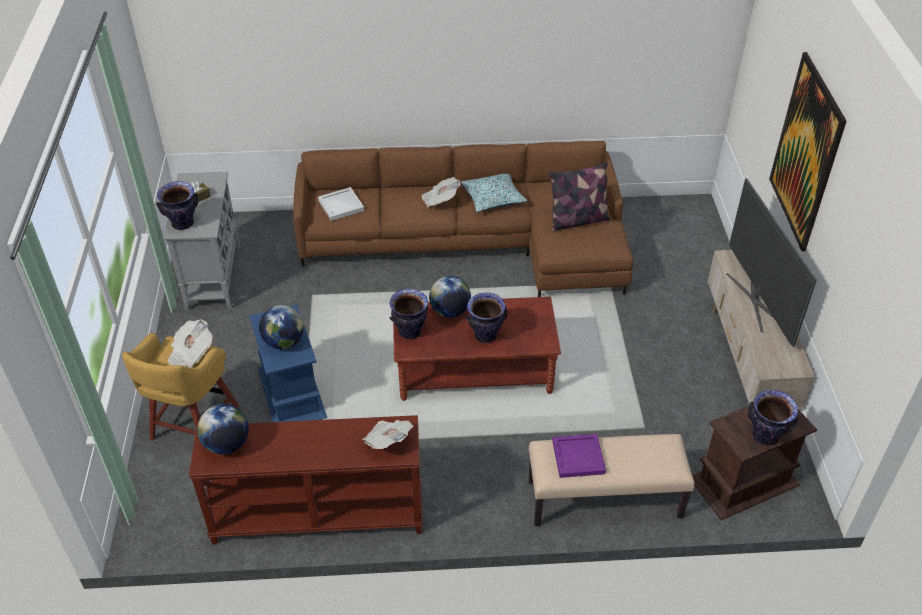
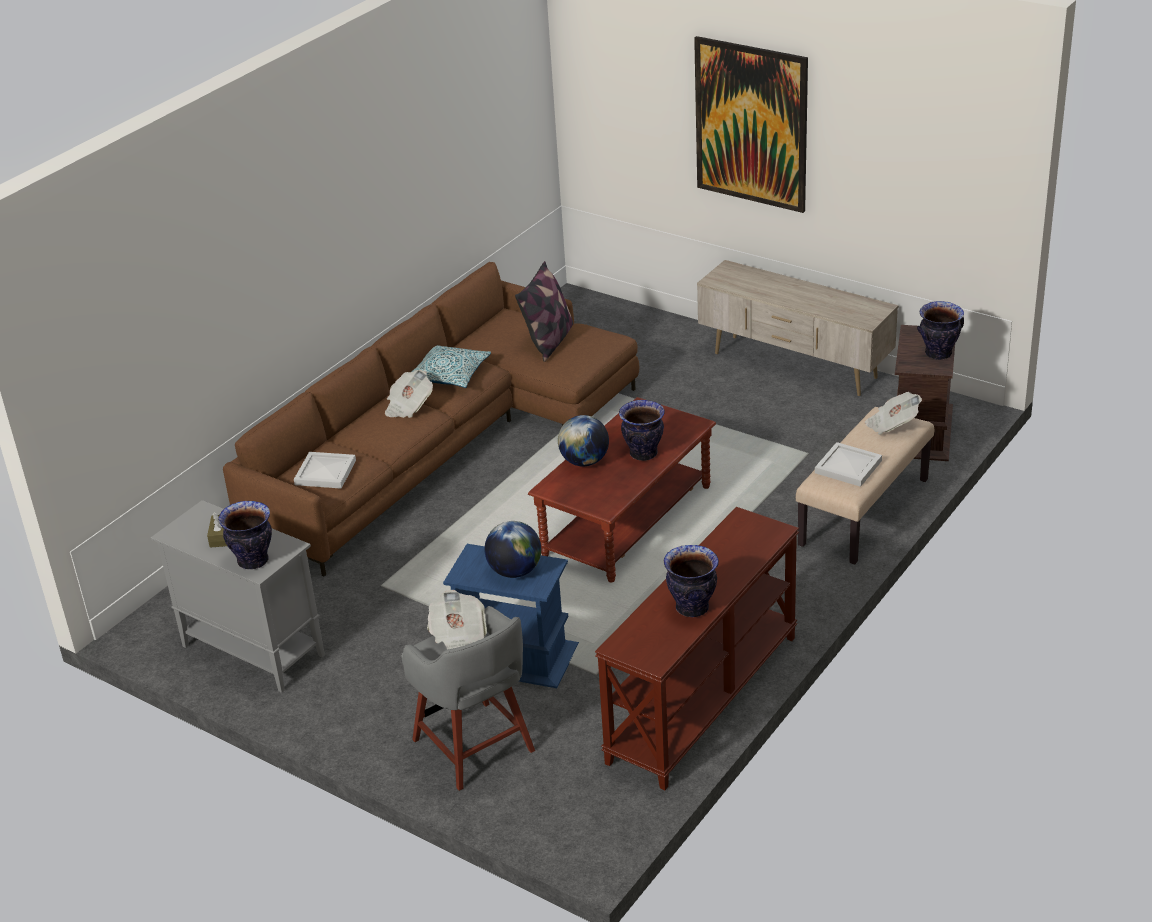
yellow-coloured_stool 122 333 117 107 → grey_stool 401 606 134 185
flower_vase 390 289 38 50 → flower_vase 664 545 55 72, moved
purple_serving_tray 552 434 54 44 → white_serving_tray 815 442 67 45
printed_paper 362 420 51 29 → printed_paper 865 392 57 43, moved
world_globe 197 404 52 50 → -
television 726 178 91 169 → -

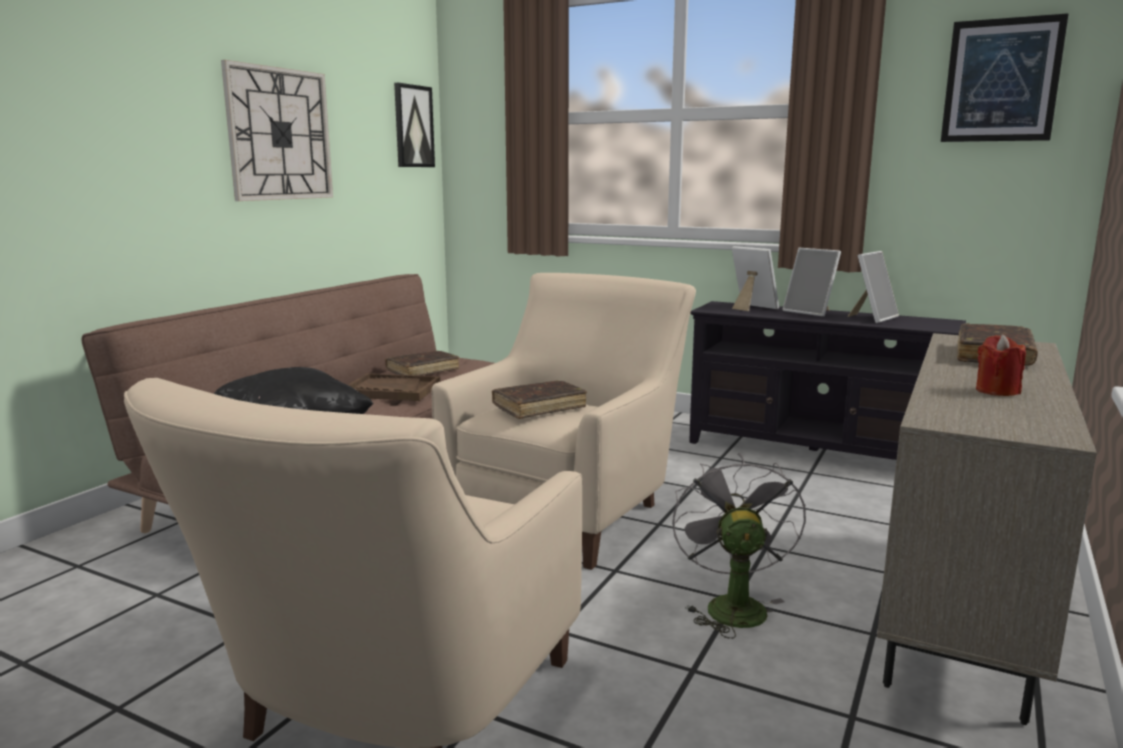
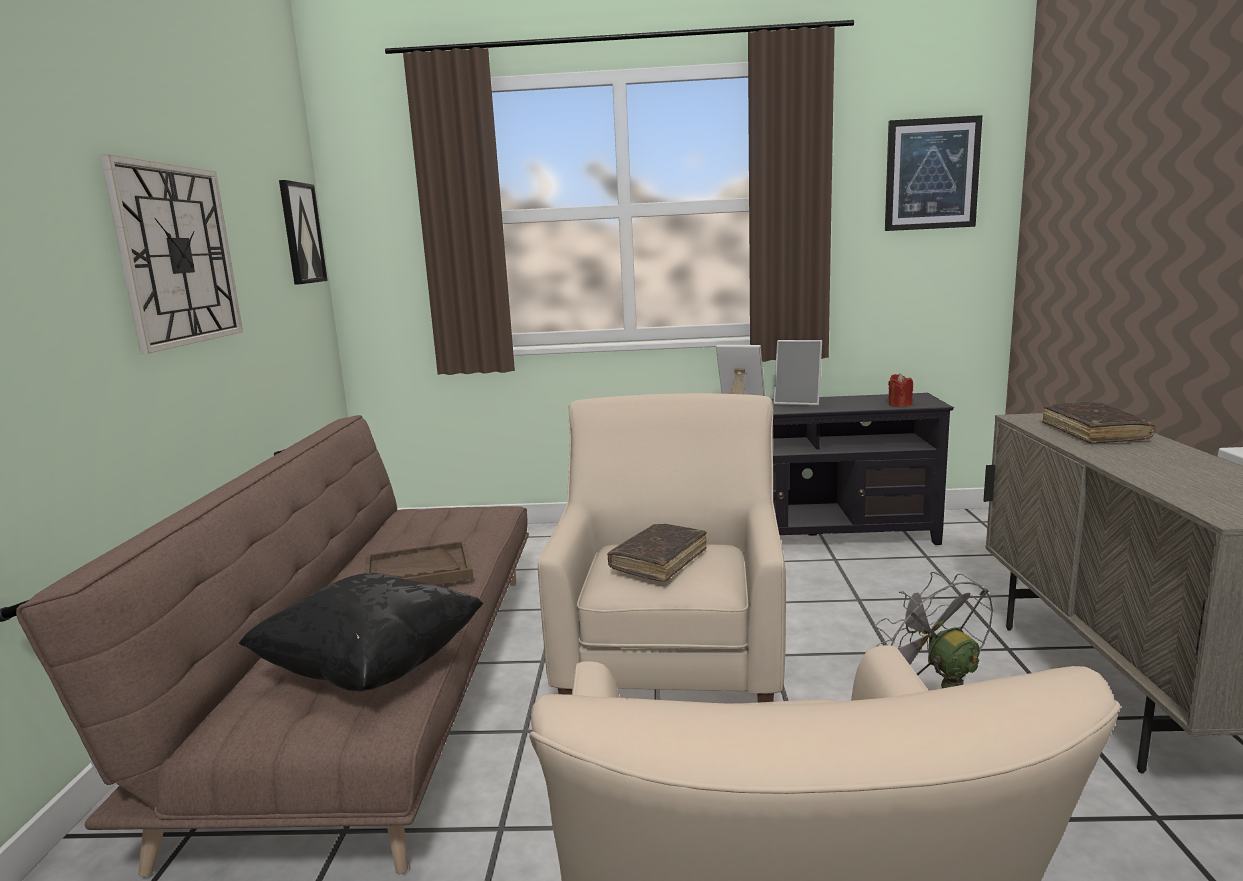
red-coloured_wax_light 976 334 50 62 → red-coloured_wax_light 888 373 25 34, moved
brown_book 385 351 74 25 → -
photo_frame 848 251 51 72 → -

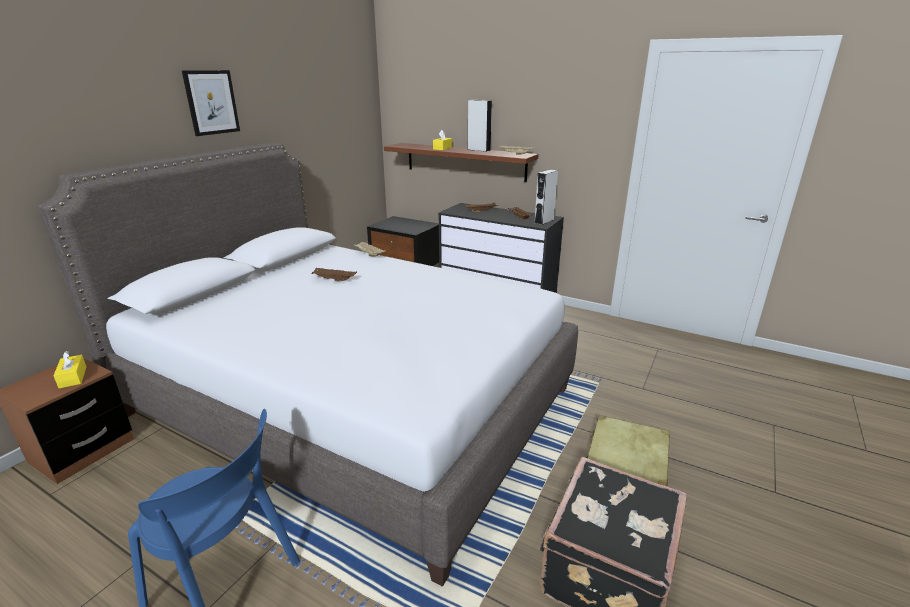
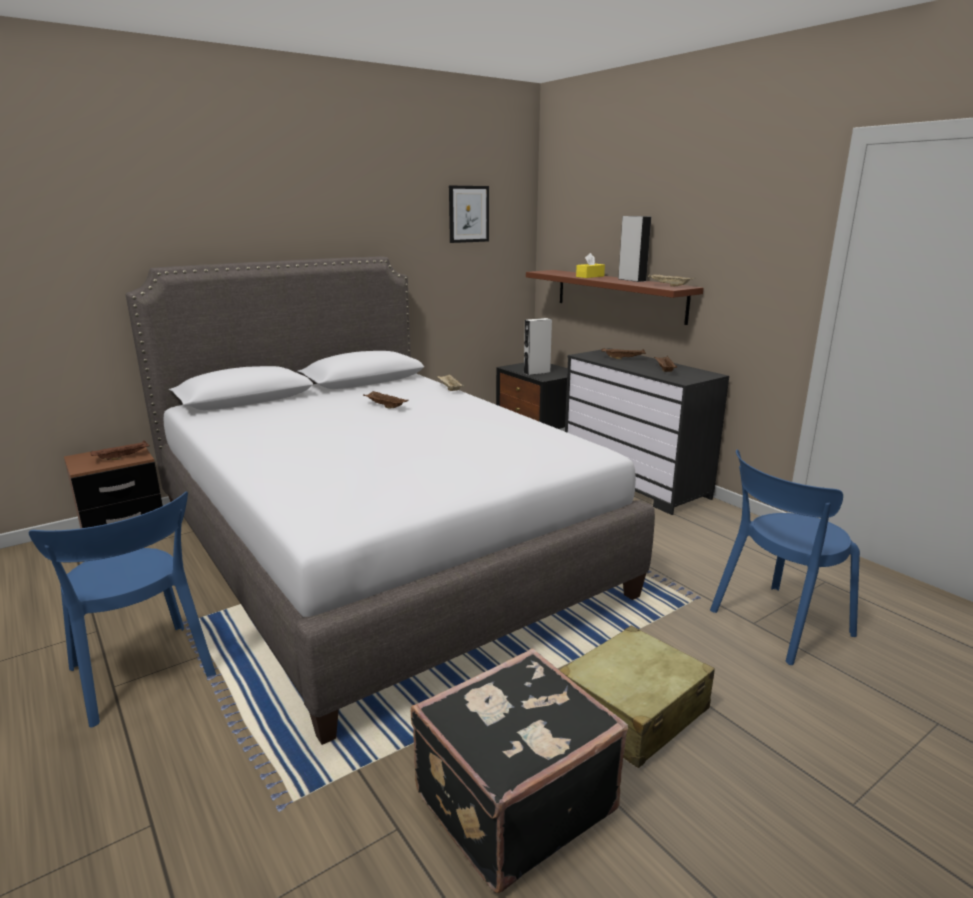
yellow-coloured_tissue_box 54 351 32 38 → brown_serving_tray 90 440 60 20
wall_art 182 70 58 66 → wall_art 449 186 40 57, moved
grey_audio_speaker 534 170 24 55 → grey_audio_speaker 524 318 28 57, moved
- → blue_plain_chair 710 449 150 216

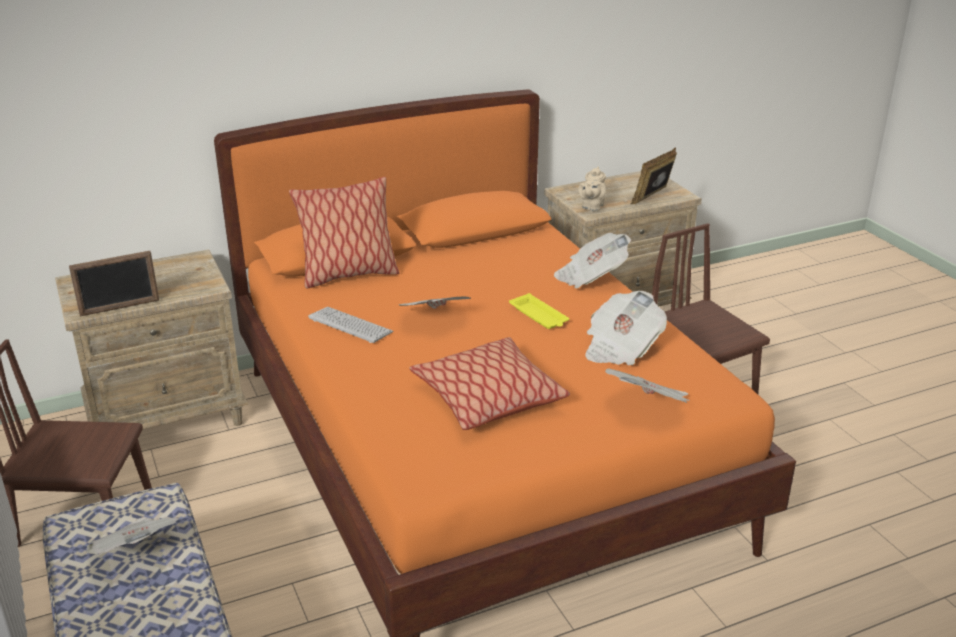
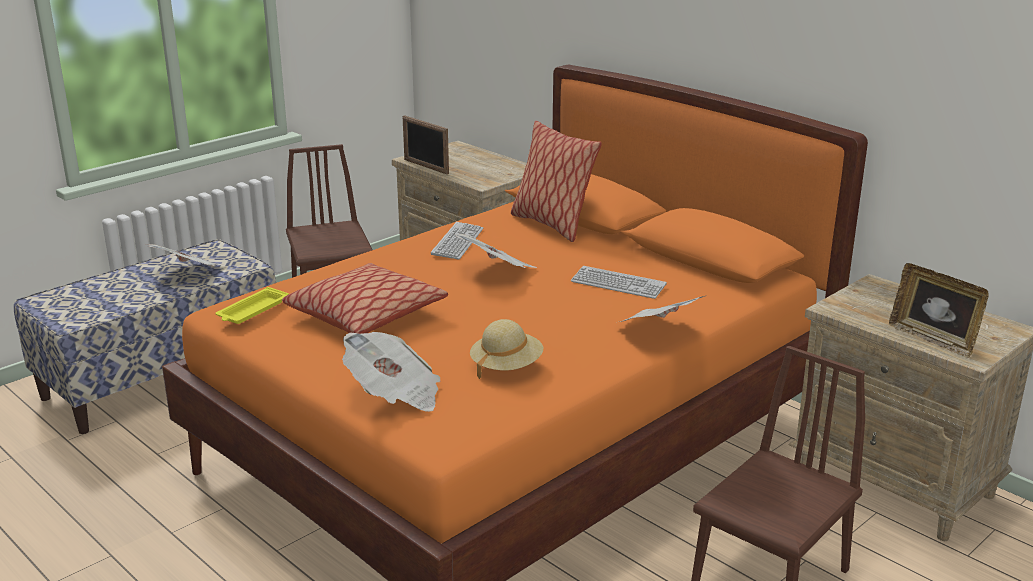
yellow-coloured_serving_tray 509 293 60 36 → yellow-coloured_serving_tray 215 287 74 37, moved
printed_paper 585 291 82 75 → beige_wearable_hat 470 319 73 60
- → PC_keyboard 571 266 96 33
photo_frame 630 148 47 56 → photo_frame 889 263 100 95, 150 degrees counterclockwise
beige_teapot 578 166 28 46 → -

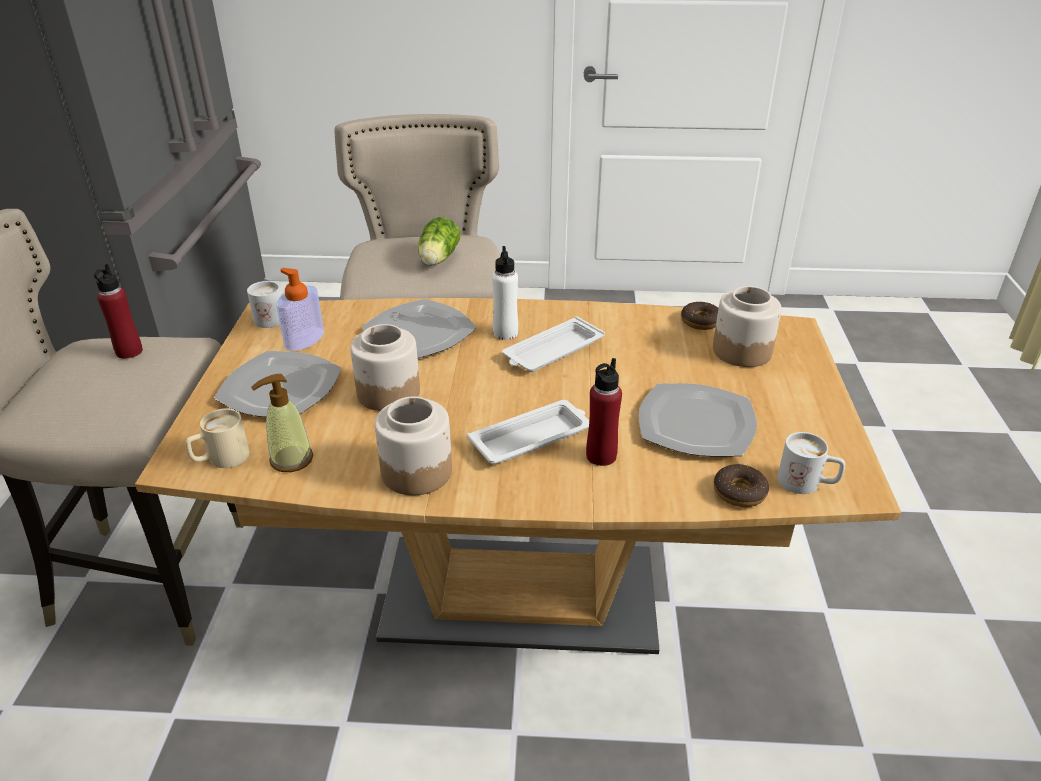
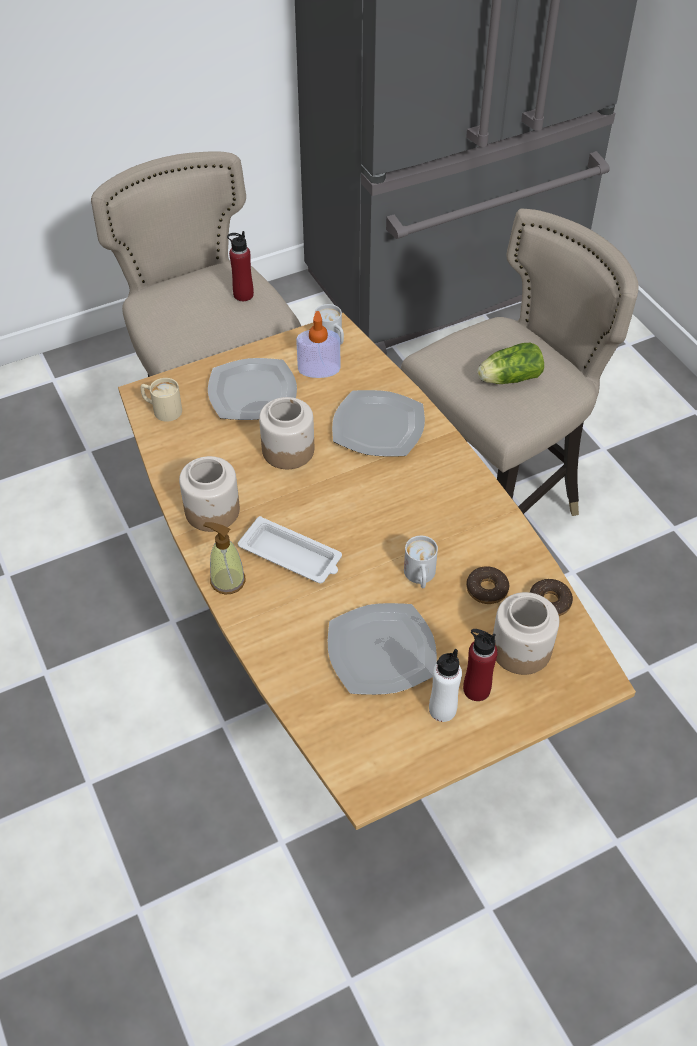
soap_bottle 251 374 62 98 → soap_bottle 203 522 43 73, moved
white_mug 777 432 68 62 → white_mug 404 536 34 52, moved
white_beverage_bottle 492 246 26 94 → white_beverage_bottle 429 649 33 73, moved
red-coloured_beverage_bottle 586 358 36 108 → red-coloured_beverage_bottle 463 629 35 72, moved
ring_doughnut 714 464 55 43 → ring_doughnut 466 566 43 38, moved
white_serving_tray 502 316 103 56 → -

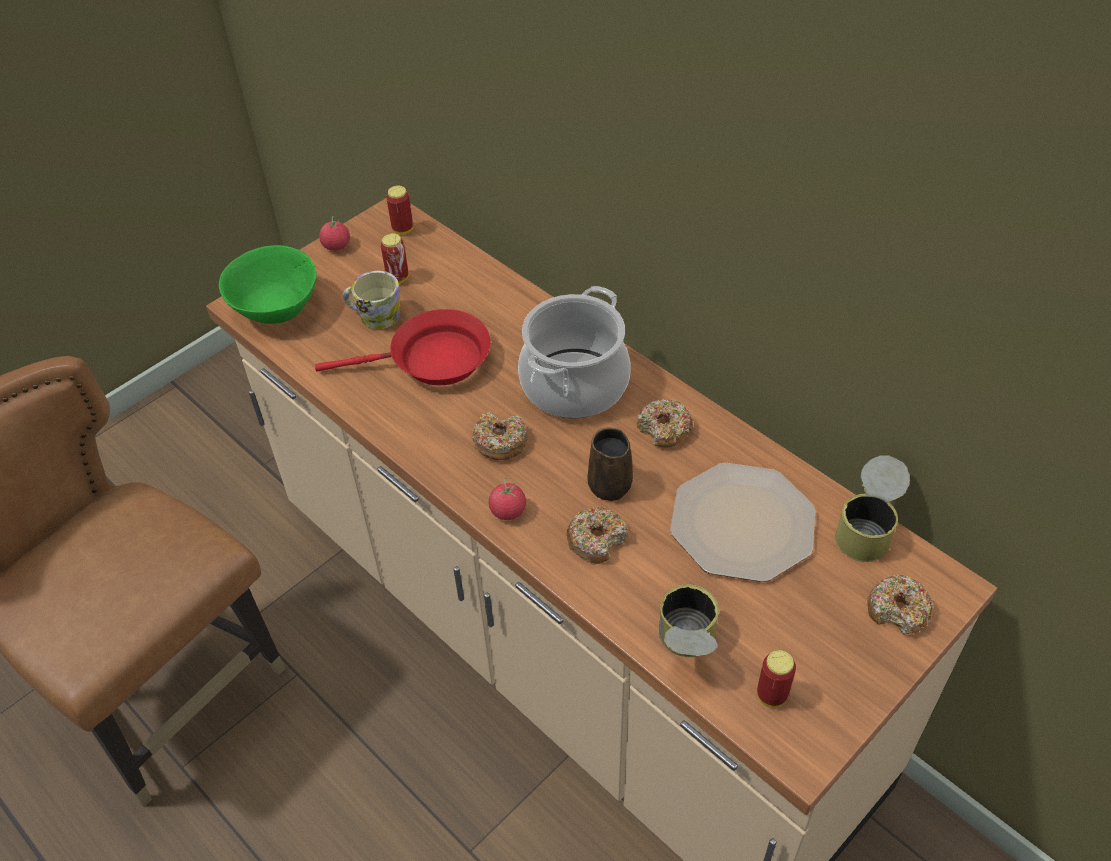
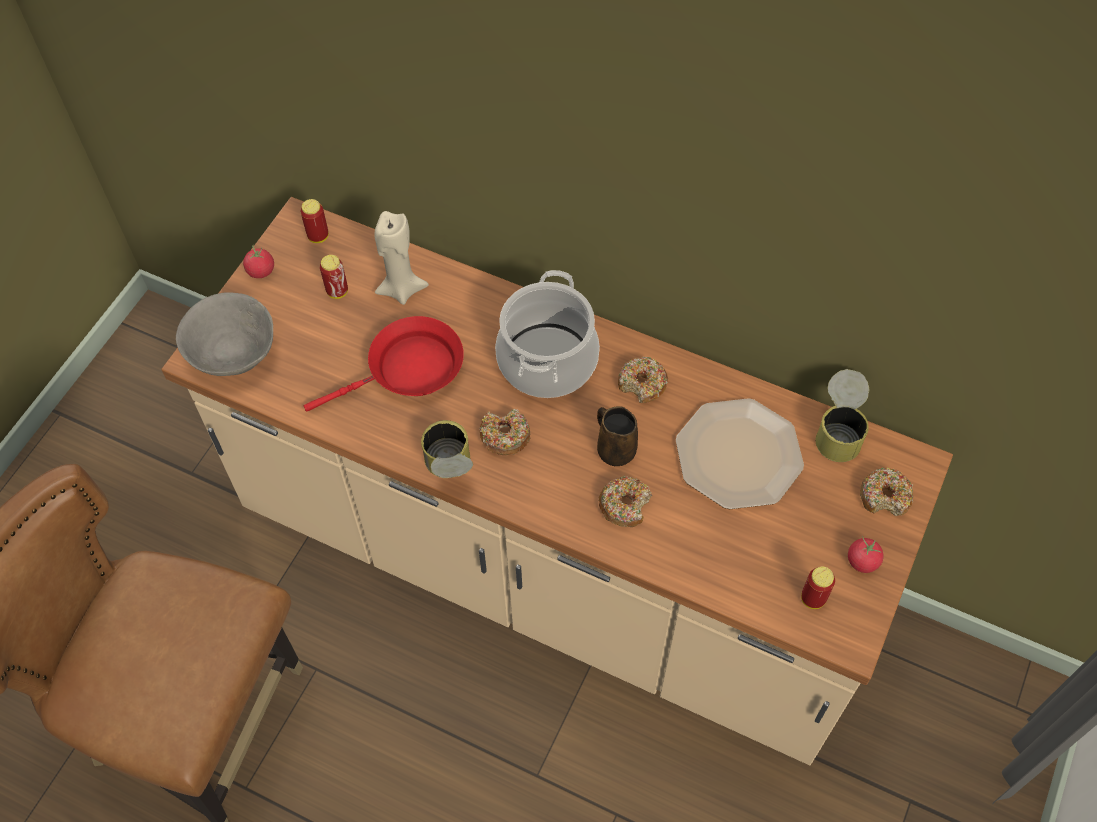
green-coloured_bowl 219 245 97 79 → grey_bowl 176 292 97 84
- → beige_wax_light 375 211 54 94
metal_can 658 584 61 73 → metal_can 421 420 52 58, moved
fresh_tomato 489 478 37 42 → fresh_tomato 848 536 36 37, moved
mug 343 271 57 58 → -

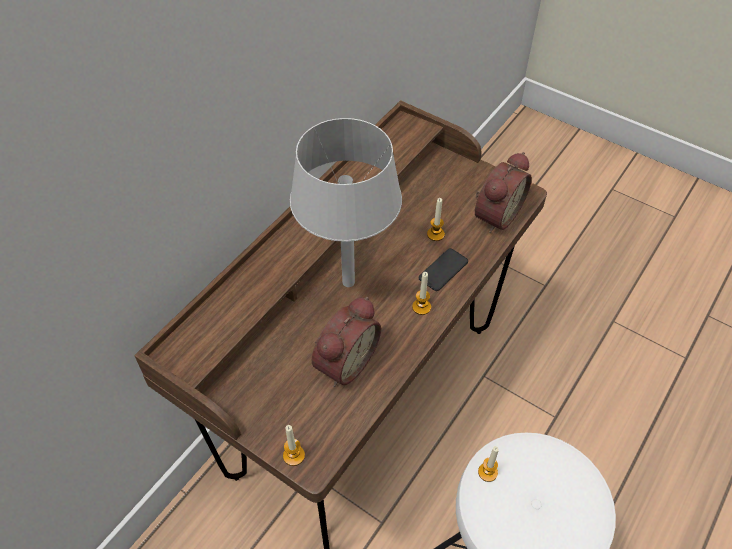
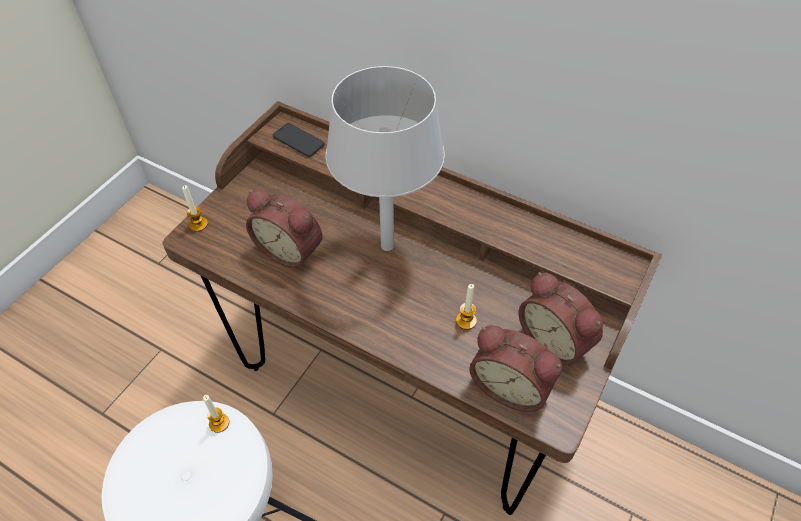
handset 419 248 49 43 → handset 273 123 52 34, moved
- → bedside_clock 519 272 84 95
wax_light 412 272 19 43 → -

